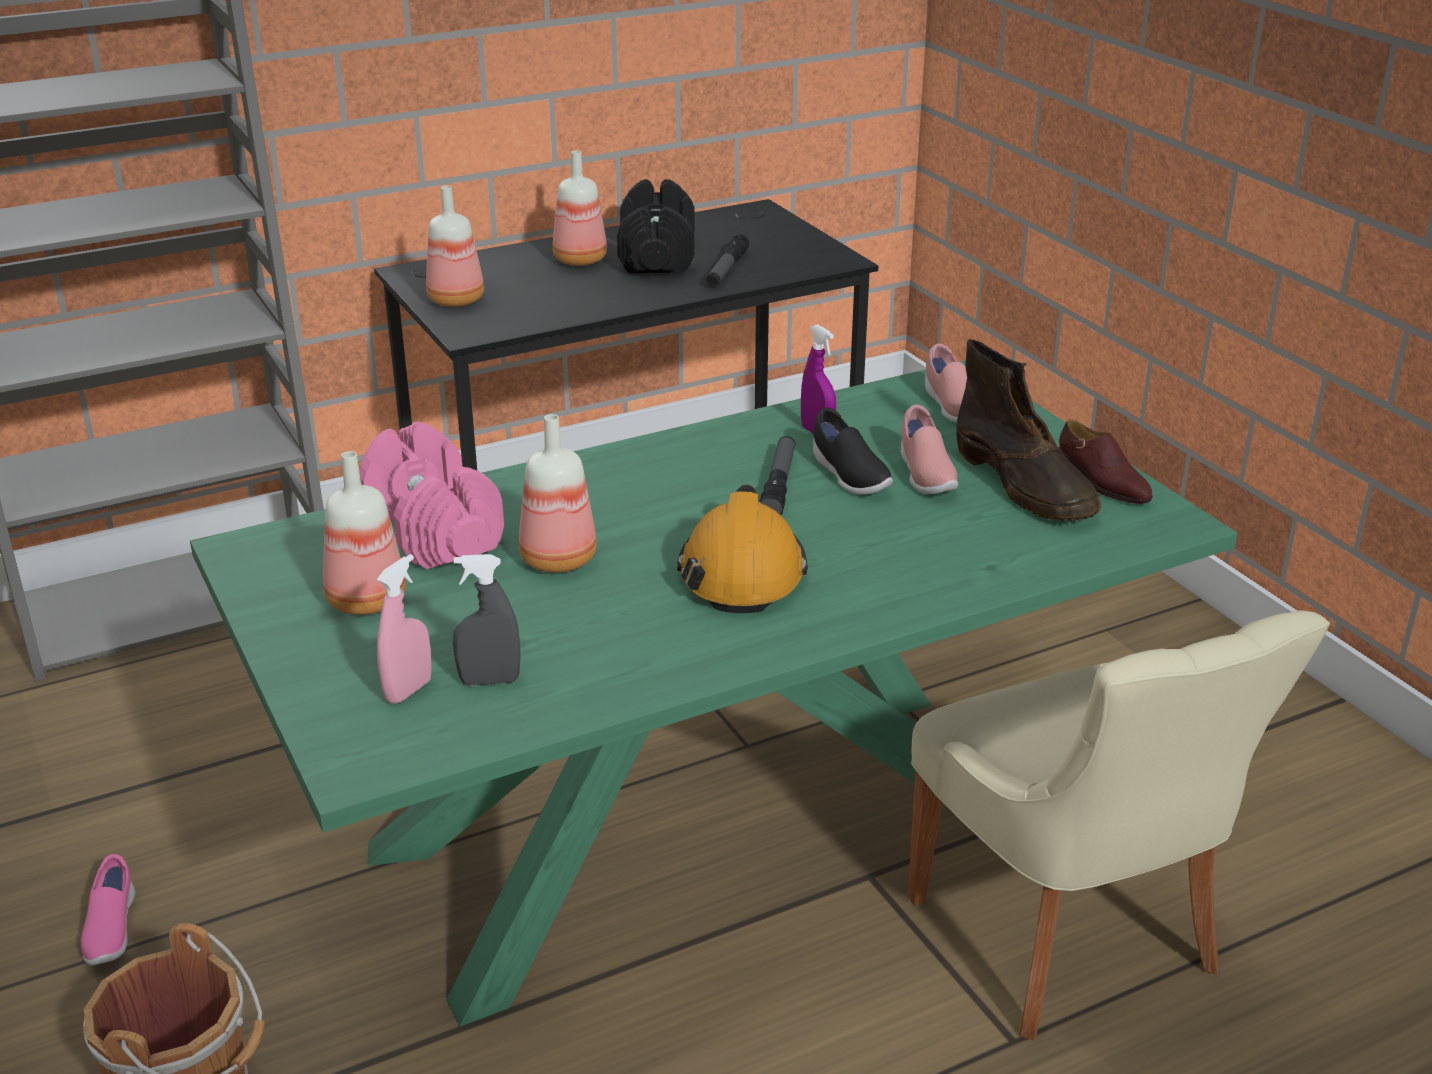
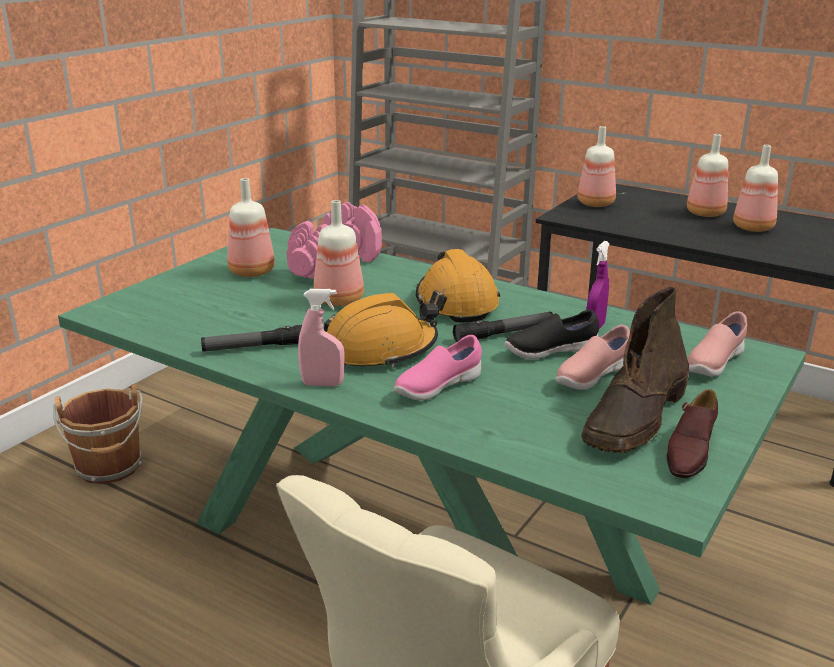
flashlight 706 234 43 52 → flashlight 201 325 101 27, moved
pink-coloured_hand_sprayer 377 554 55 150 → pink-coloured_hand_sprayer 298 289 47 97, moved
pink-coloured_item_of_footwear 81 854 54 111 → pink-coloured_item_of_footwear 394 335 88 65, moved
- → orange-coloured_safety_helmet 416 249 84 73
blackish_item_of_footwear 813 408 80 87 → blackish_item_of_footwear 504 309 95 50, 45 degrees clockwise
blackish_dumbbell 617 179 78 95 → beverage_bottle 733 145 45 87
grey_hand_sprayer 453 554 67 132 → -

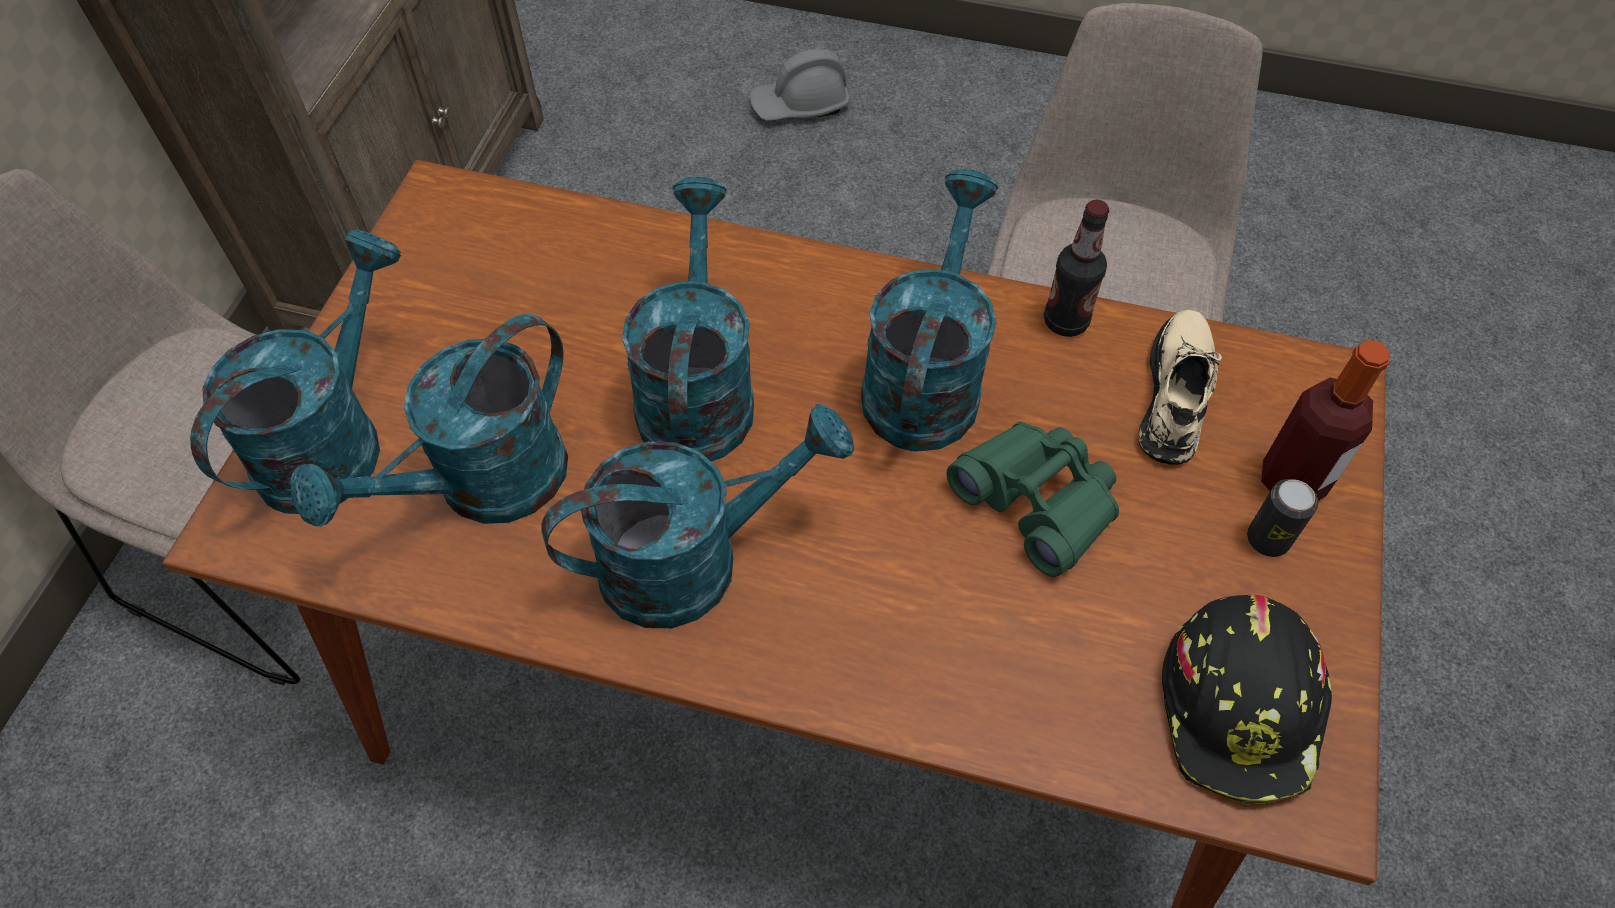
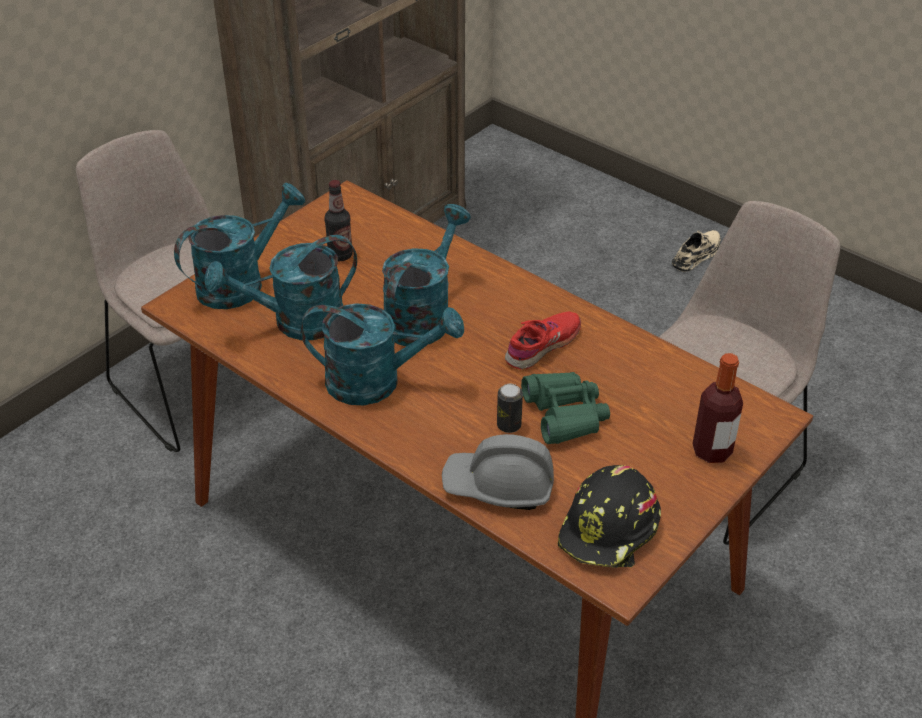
beverage_bottle 1044 200 65 137 → beverage_bottle 324 180 29 81, moved
grey_safety_helmet 750 49 100 71 → grey_safety_helmet 442 434 112 76, moved
metal_can 1247 479 71 78 → metal_can 497 384 26 49, moved
blue-green_watering_pot 861 169 137 283 → red-coloured_item_of_footwear 505 312 76 57
beige_item_of_footwear 1138 310 84 155 → beige_item_of_footwear 672 230 49 42, moved

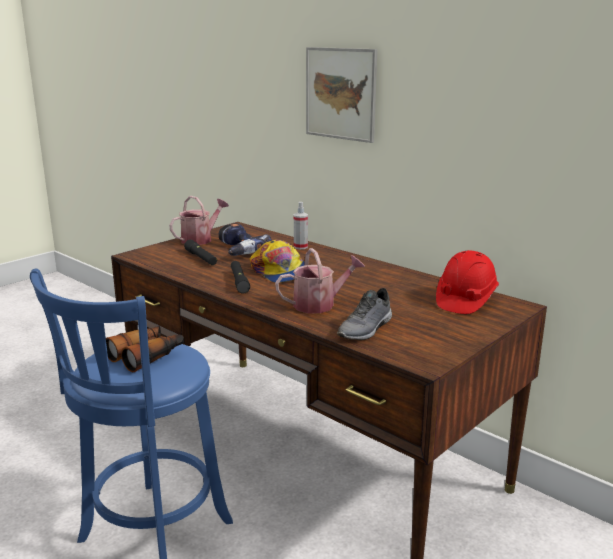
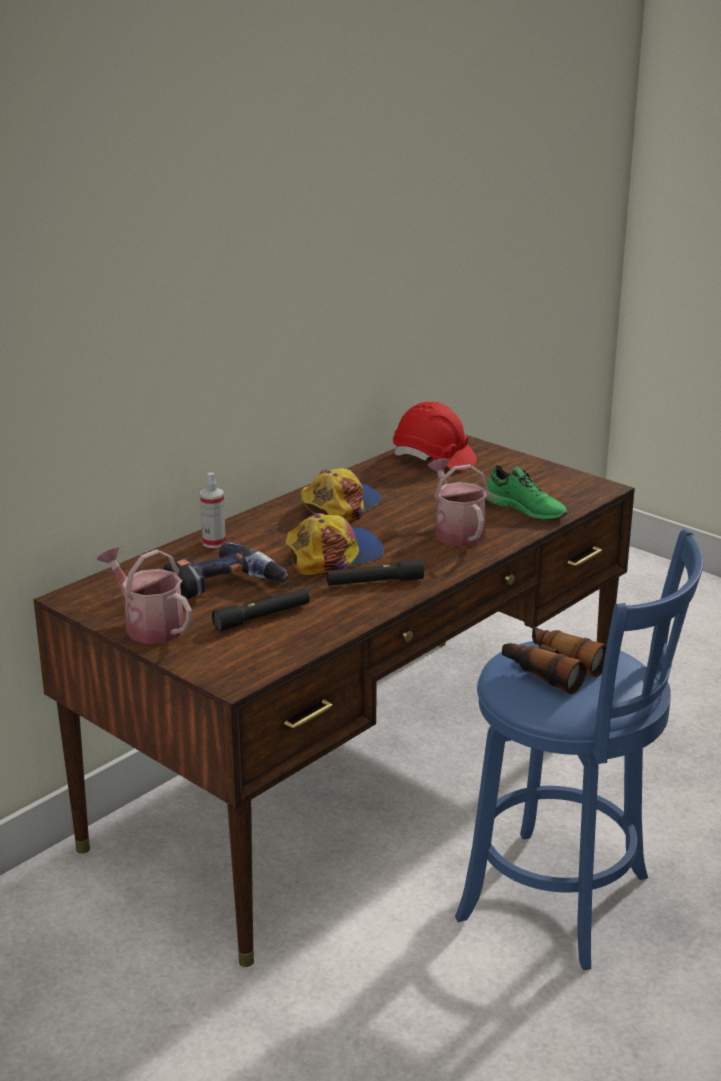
- → peaked_cap 300 468 82 55
grey_item_of_footwear 337 288 55 52 → green-coloured_item_of_footwear 486 465 82 55
wall_art 306 47 71 96 → -

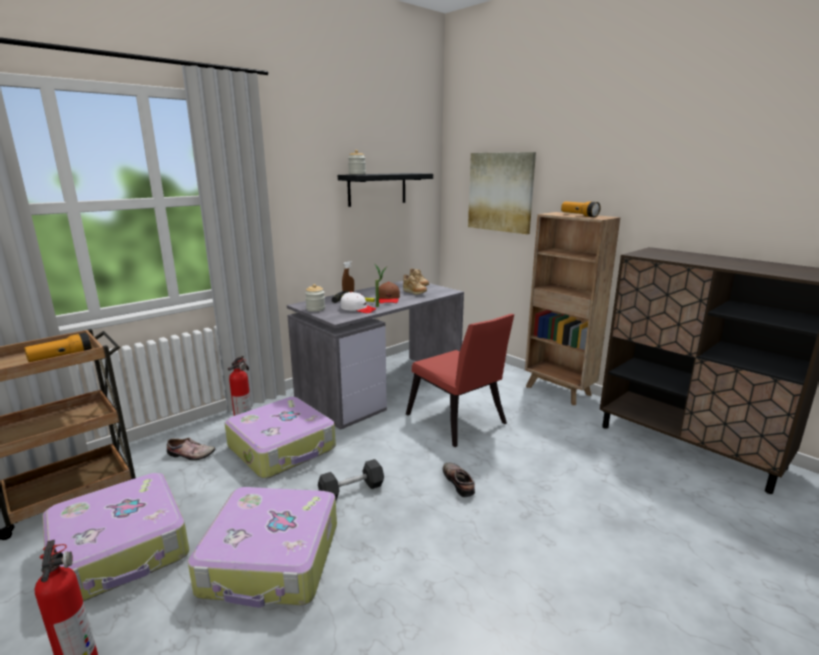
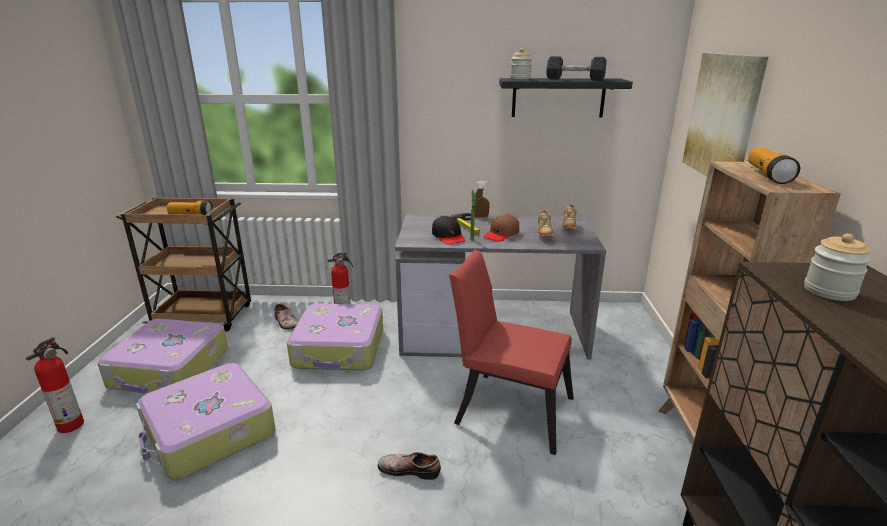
item_of_footwear 443 463 32 34 → item_of_footwear 378 452 63 28, 105 degrees counterclockwise
white_peaked_cap 340 292 37 21 → blackish_peaked_cap 432 216 33 29
red-coloured_plain_chair 406 314 108 133 → red-coloured_plain_chair 449 250 125 205, 105 degrees clockwise
grey_dumbbell 318 459 66 41 → grey_dumbbell 547 56 60 25, moved
storage_jar 305 284 20 28 → storage_jar 804 234 68 67, moved

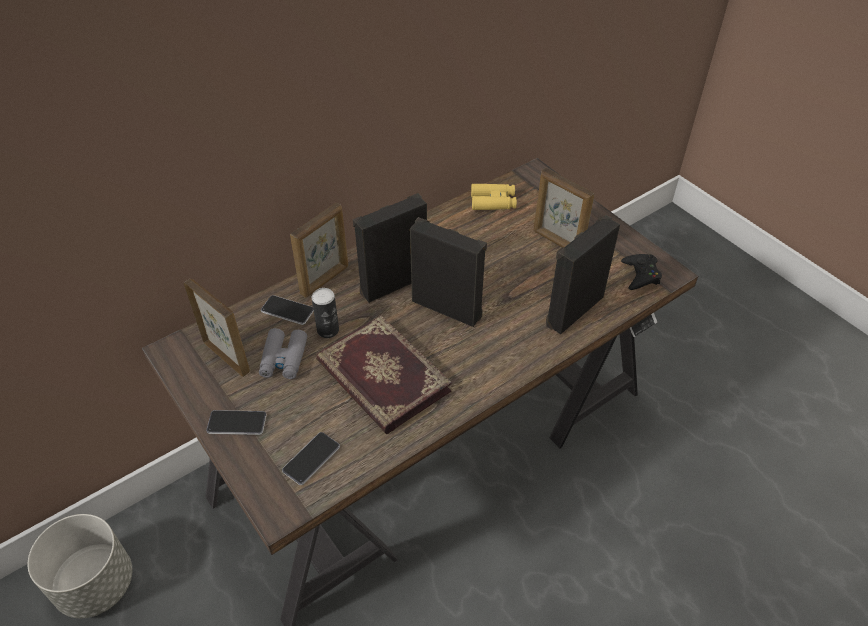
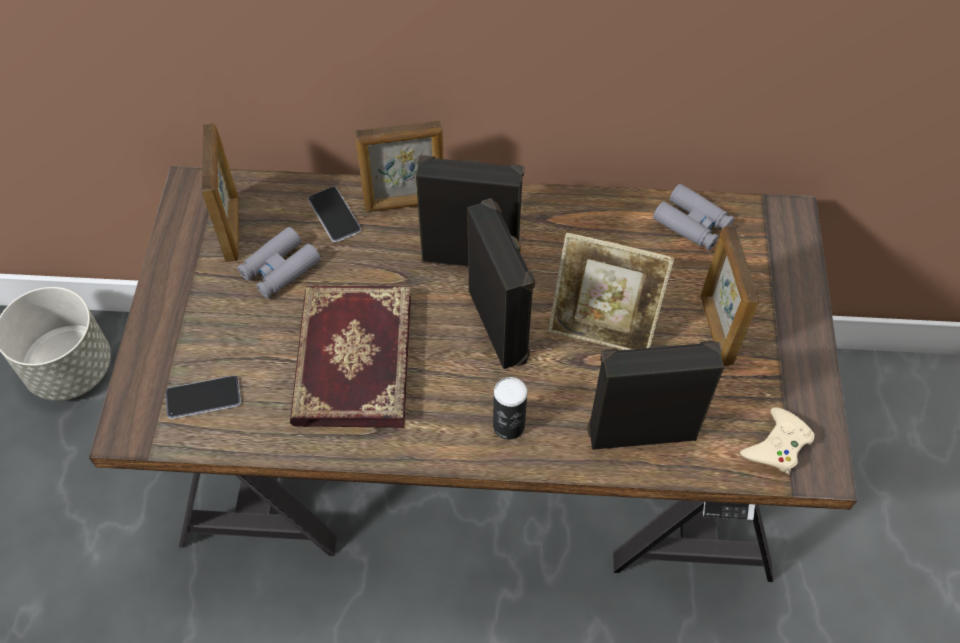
metal_can 312 288 27 50 → metal_can 493 377 34 63, moved
- → photo_frame 548 232 126 118
yellow-coloured_field_glasses 471 184 46 26 → grey_field_glasses 653 184 81 66
blackish_gamepad 621 254 41 36 → beige_gamepad 740 407 75 67
handset 206 410 61 25 → -

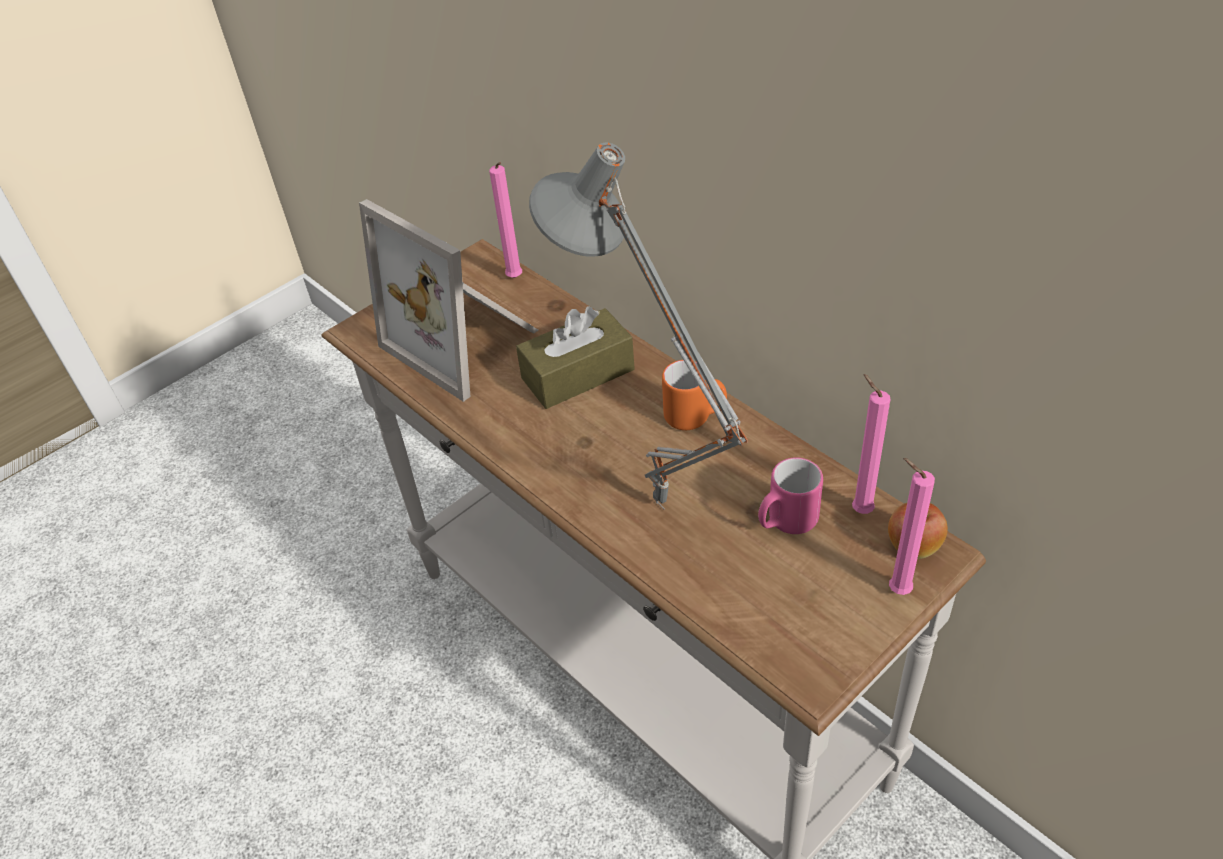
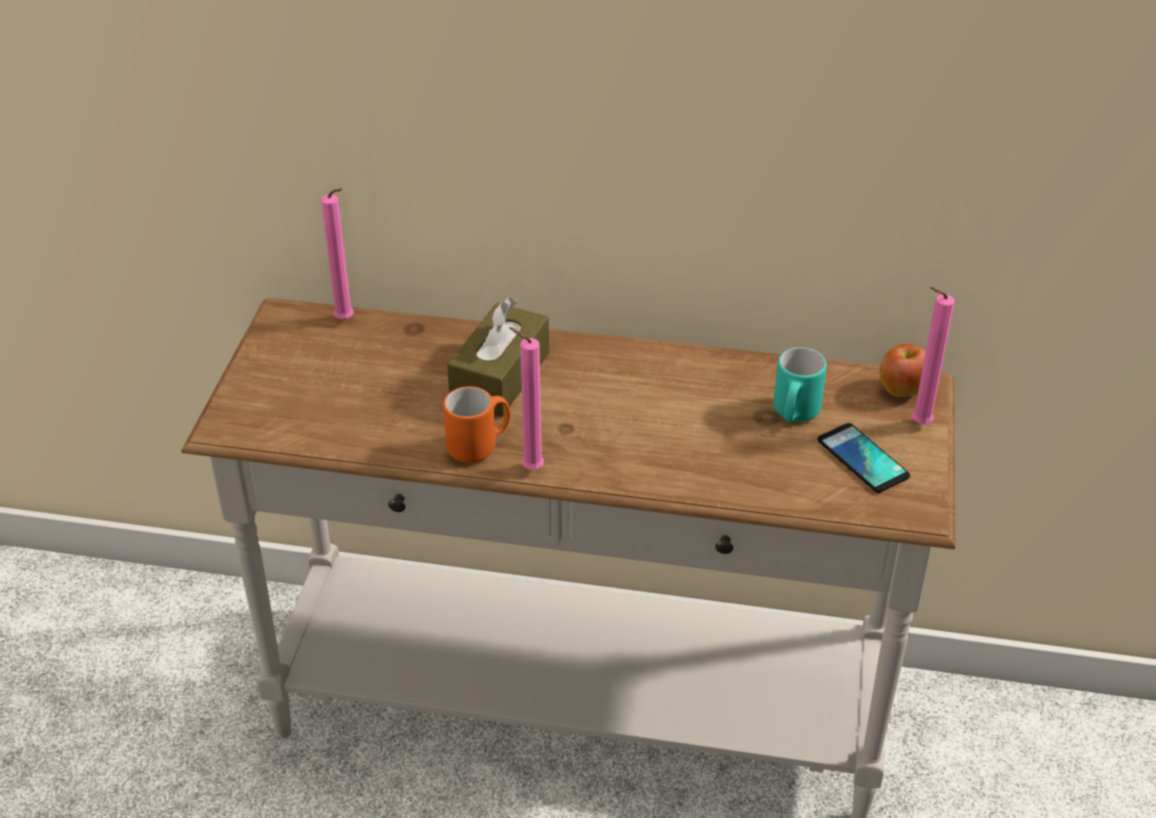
orange-coloured_mug 662 360 65 70 → orange-coloured_mug 443 386 67 77, moved
pink-coloured_wax_light 852 374 38 140 → pink-coloured_wax_light 509 327 35 143, moved
pink-coloured_mug 758 457 65 77 → blue-green_mug 774 347 53 75
- → handset 817 423 93 70
photo_frame 359 199 180 203 → -
grey_tabletop_lamp 529 143 219 367 → -

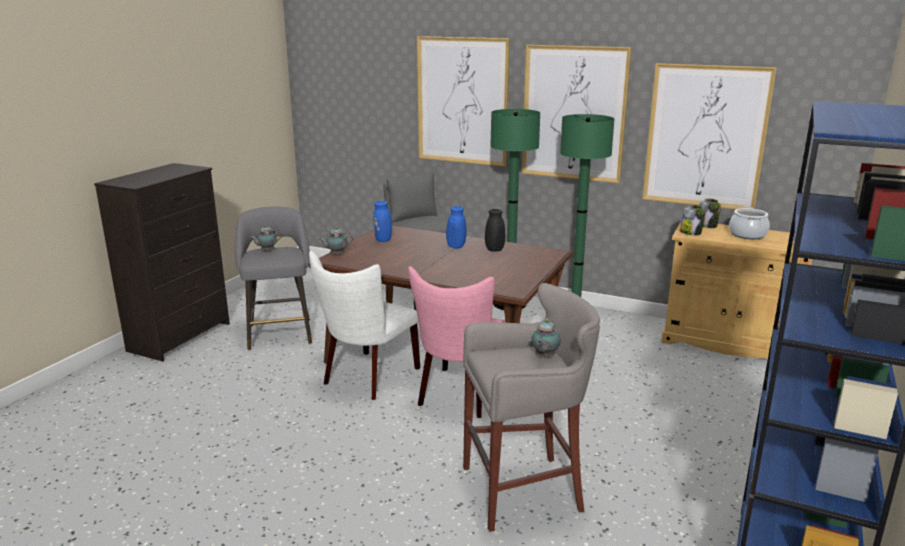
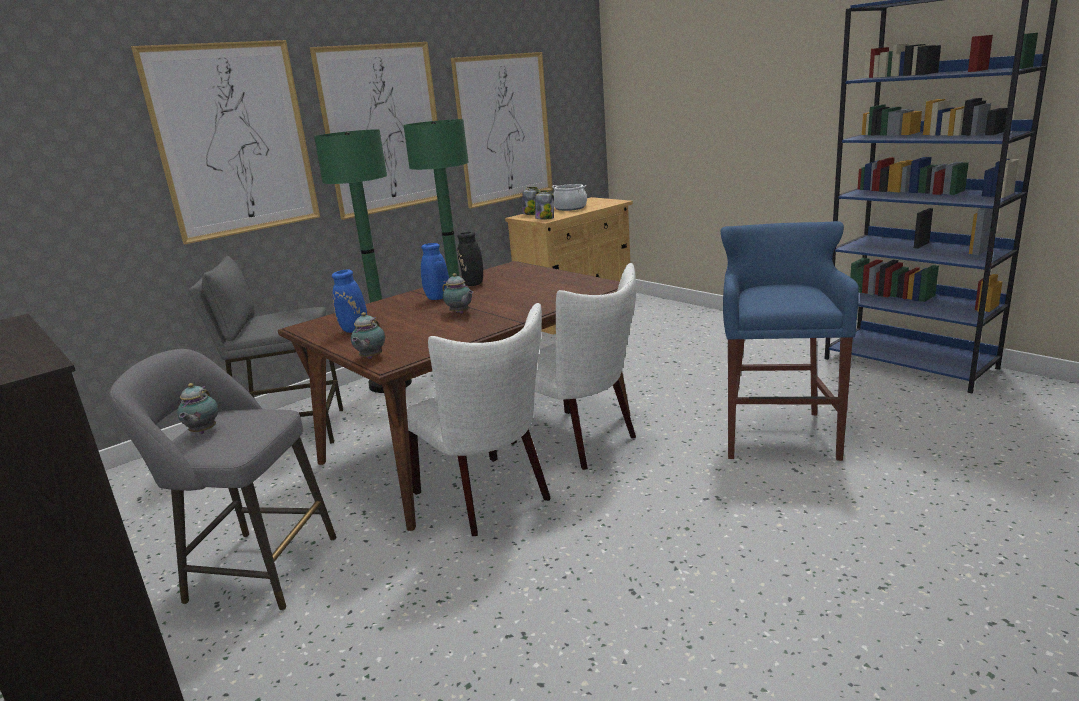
teapot 531 319 30 38 → teapot 442 273 31 41, moved
pink-coloured_plain_chair 408 266 98 152 → white_plain_chair 511 263 125 207
grey_stool 463 283 137 249 → blue_stool 721 221 138 240

